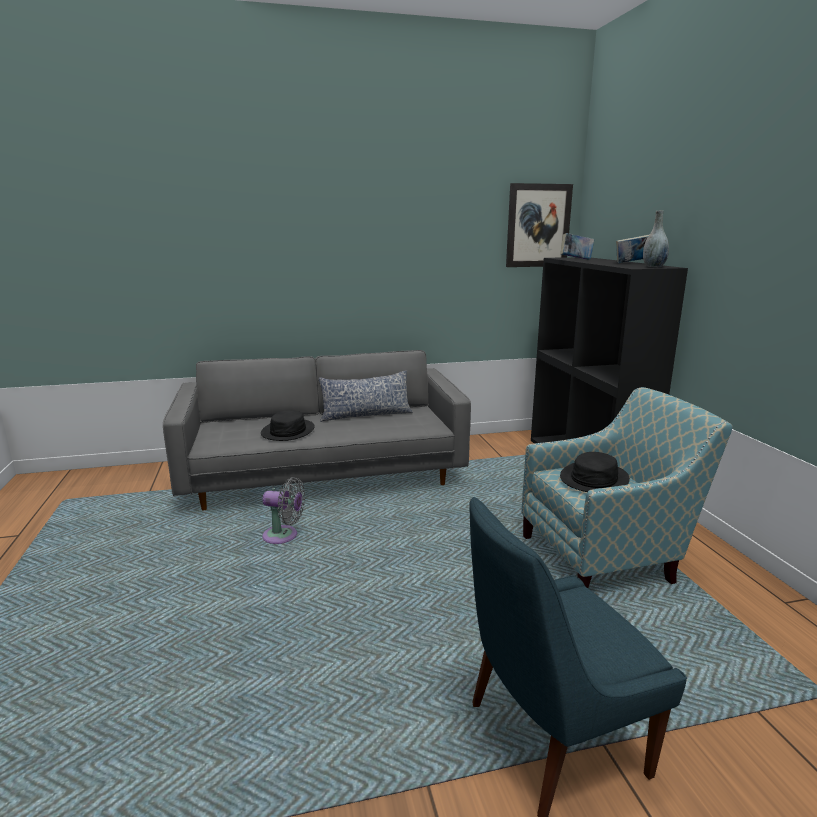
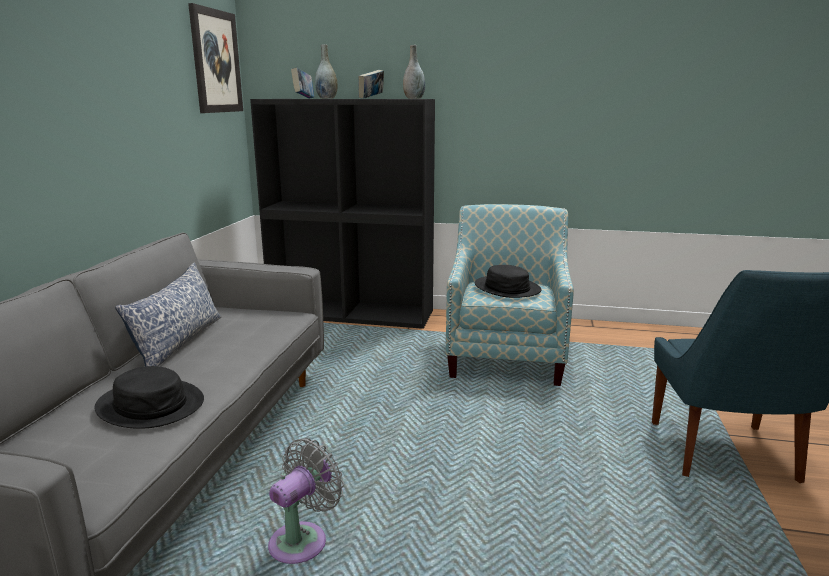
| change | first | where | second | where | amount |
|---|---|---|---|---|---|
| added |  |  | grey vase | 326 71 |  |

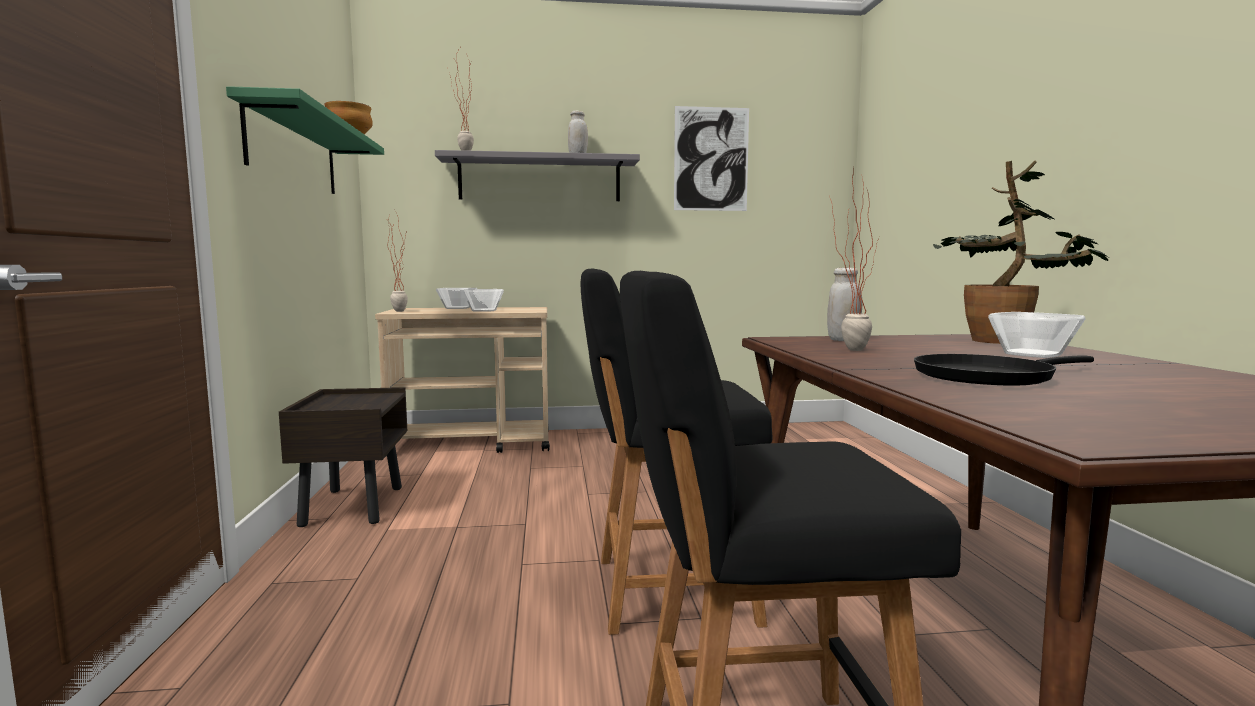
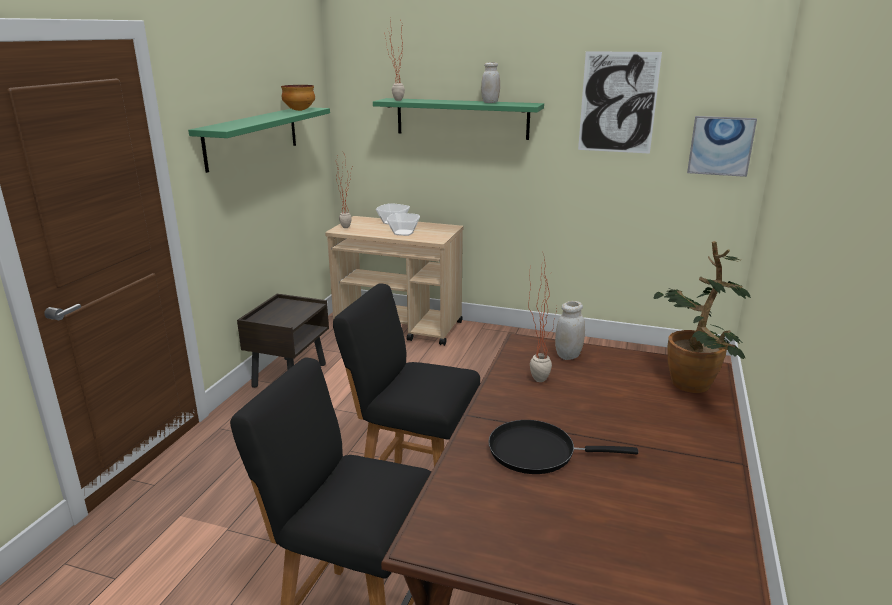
| change | first | where | second | where | amount |
|---|---|---|---|---|---|
| recoloured | grey shelf | 537 175 | green shelf | 458 119 |  |
| removed | bowl | 1036 335 |  |  |  |
| added |  |  | picture | 722 146 |  |

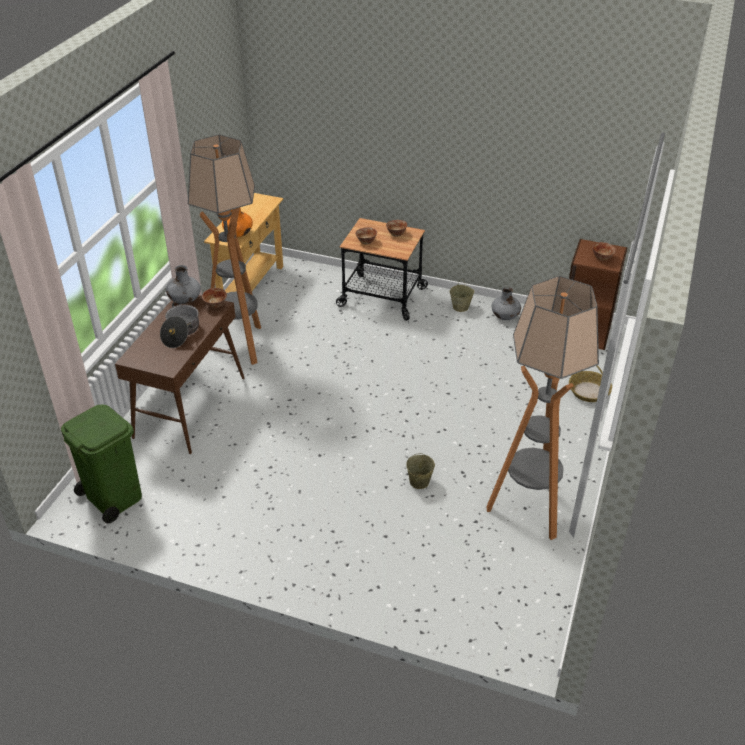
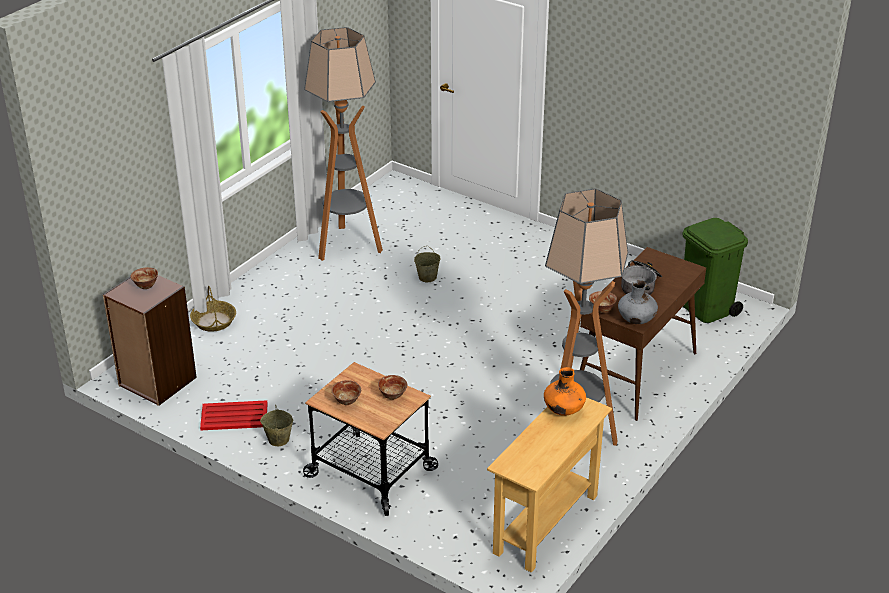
| change | first | where | second | where | amount |
|---|---|---|---|---|---|
| replaced | grey vase | 506 303 | red tray | 233 415 |  |

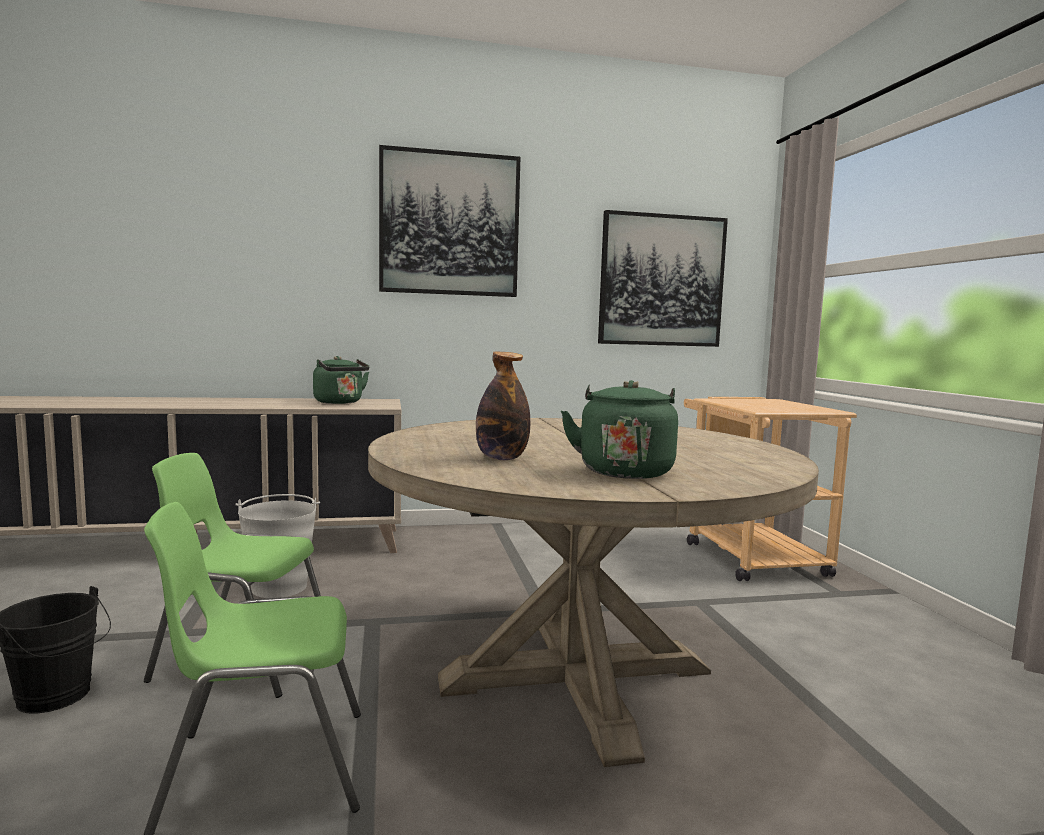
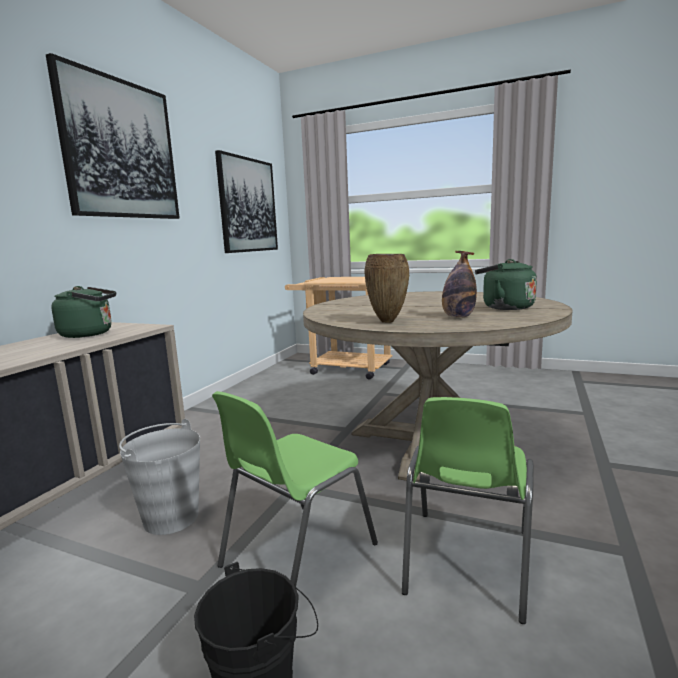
| change | first | where | second | where | amount |
|---|---|---|---|---|---|
| added |  |  | brown vase | 386 288 |  |

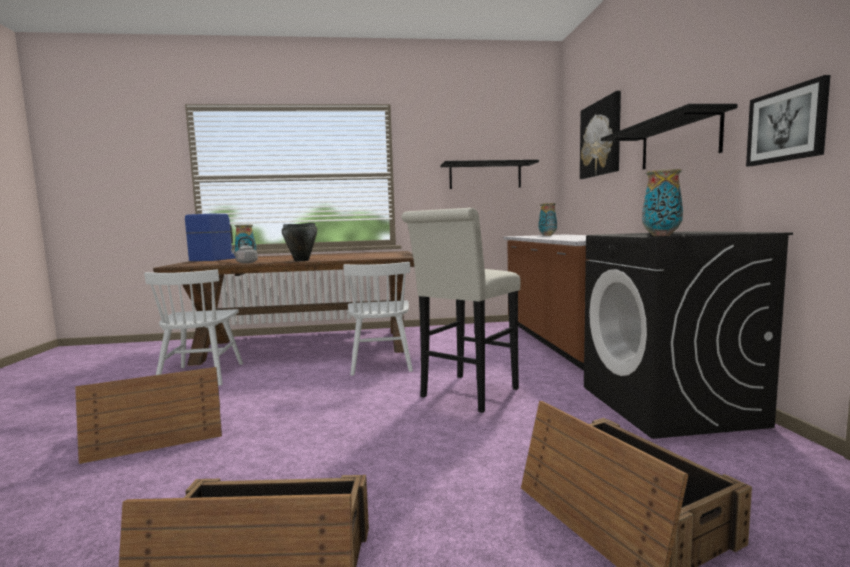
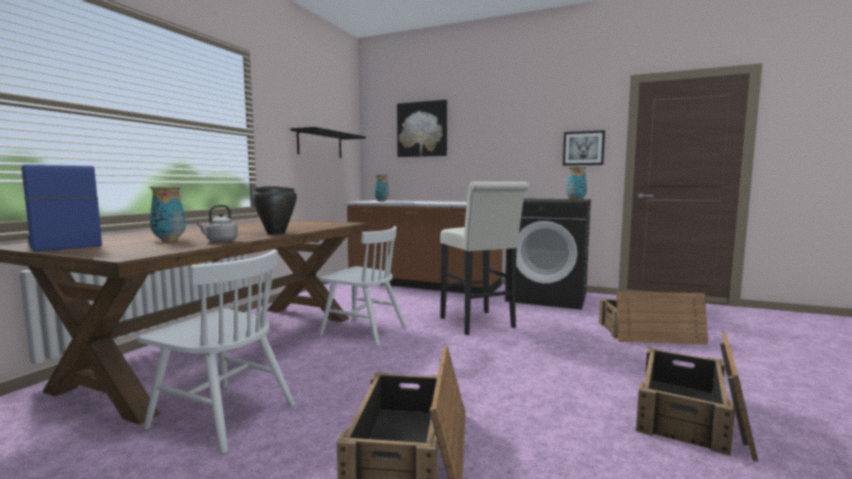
| change | first | where | second | where | amount |
|---|---|---|---|---|---|
| removed | black shelf | 669 136 |  |  |  |

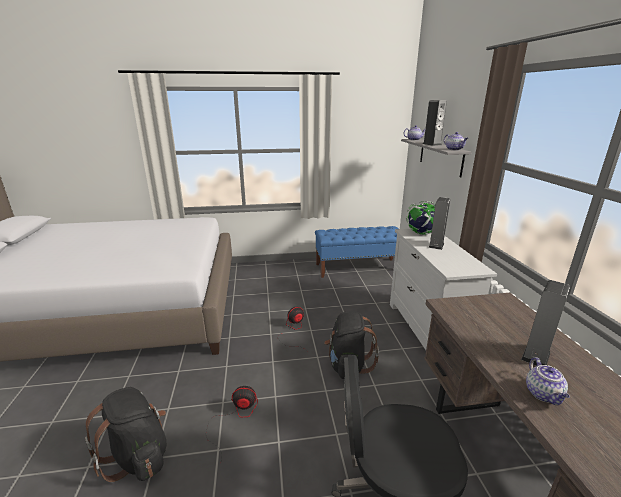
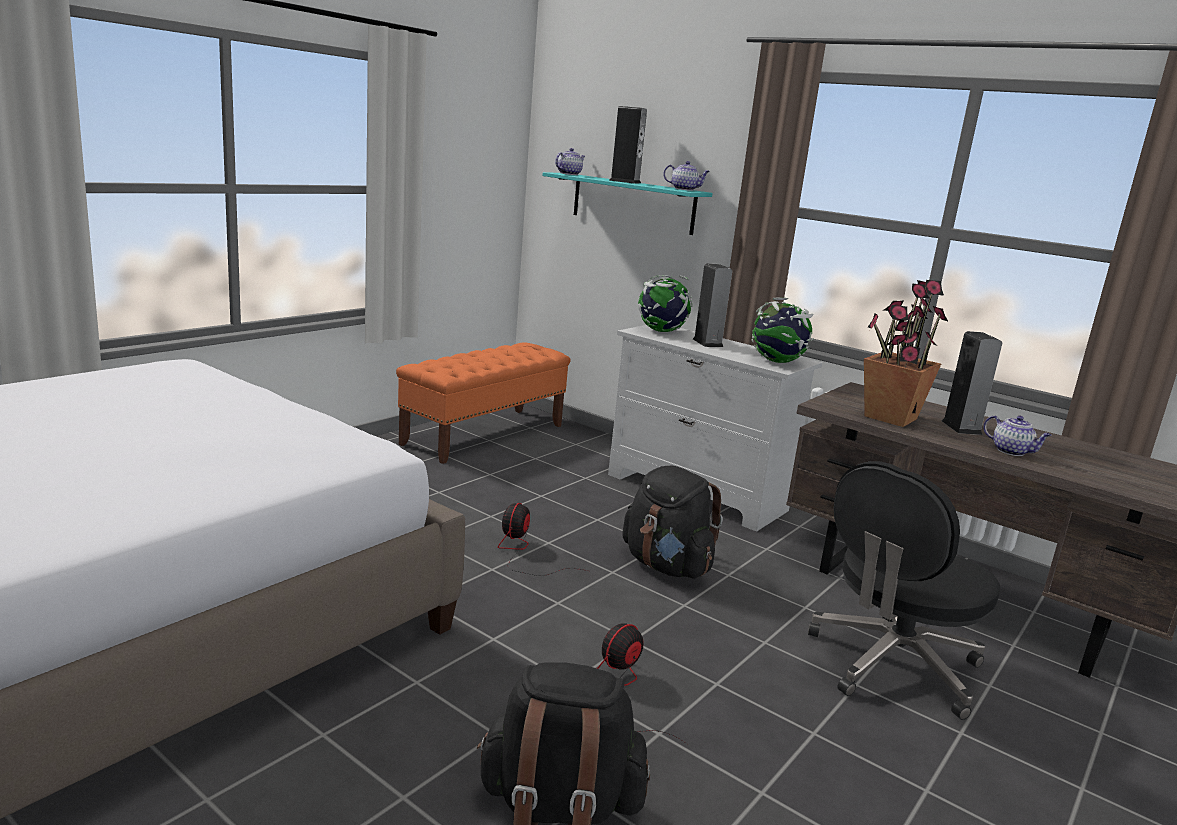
| change | first | where | second | where | amount |
|---|---|---|---|---|---|
| recoloured | blue bench | 357 252 | orange bench | 483 403 |  |
| recoloured | grey shelf | 436 158 | turquoise shelf | 627 203 |  |
| added |  |  | globe | 783 330 |  |
| added |  |  | potted plant | 906 353 |  |

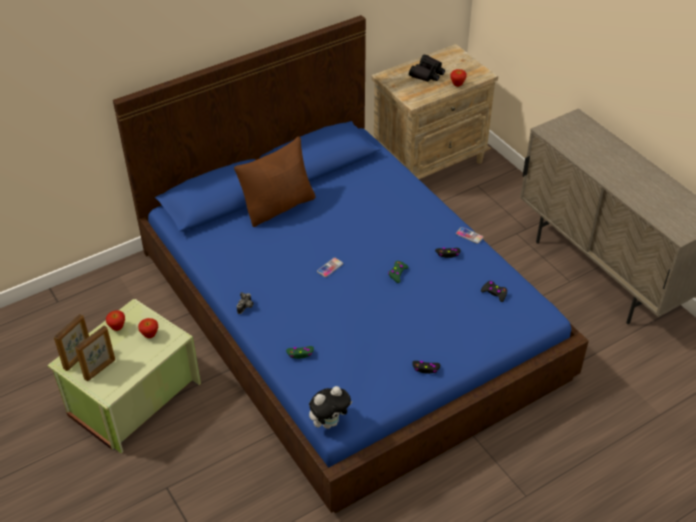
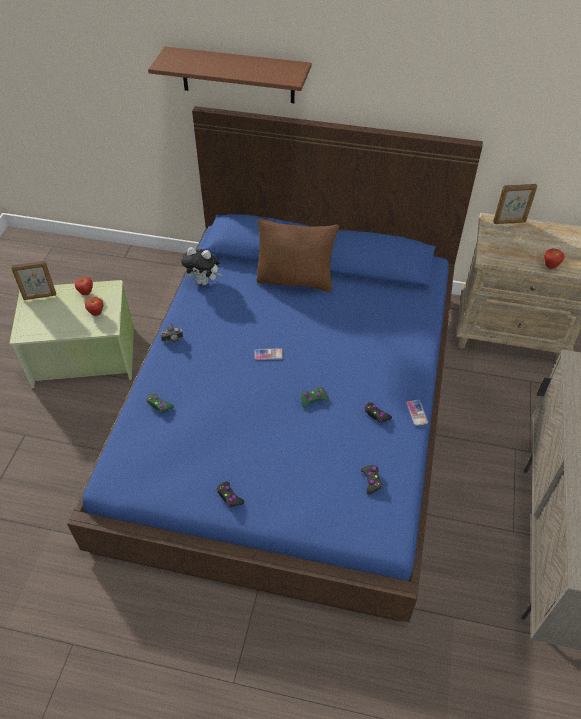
| change | first | where | second | where | amount |
|---|---|---|---|---|---|
| moved | picture frame | 95 353 |  | 515 204 |  |
| moved | plush toy | 330 407 |  | 201 266 |  |
| removed | black binoculars | 427 68 |  |  |  |
| added |  |  | brown shelf | 229 74 |  |

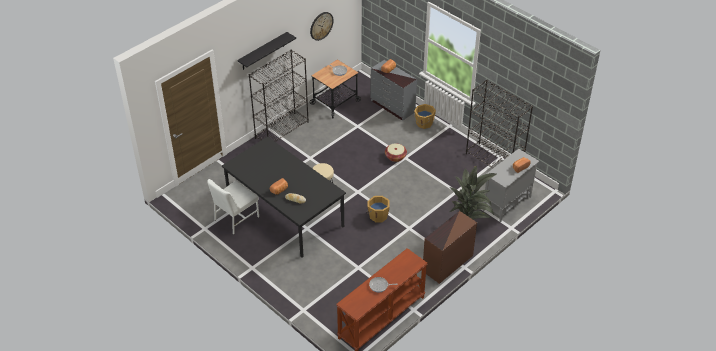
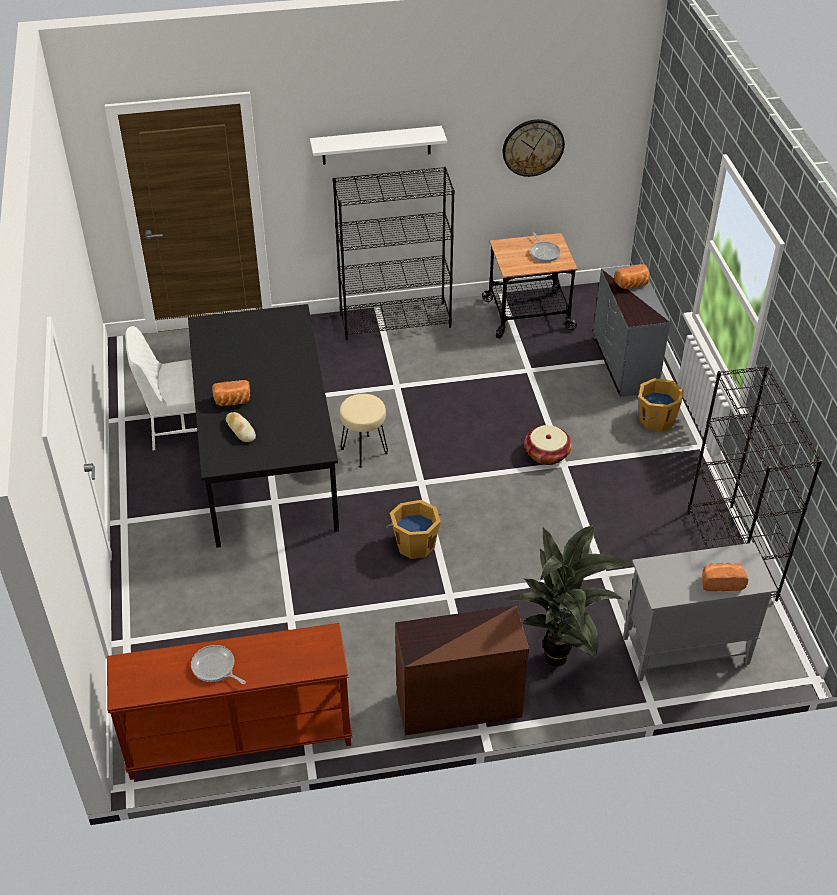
| change | first | where | second | where | amount |
|---|---|---|---|---|---|
| recoloured | black shelf | 266 51 | white shelf | 378 145 |  |

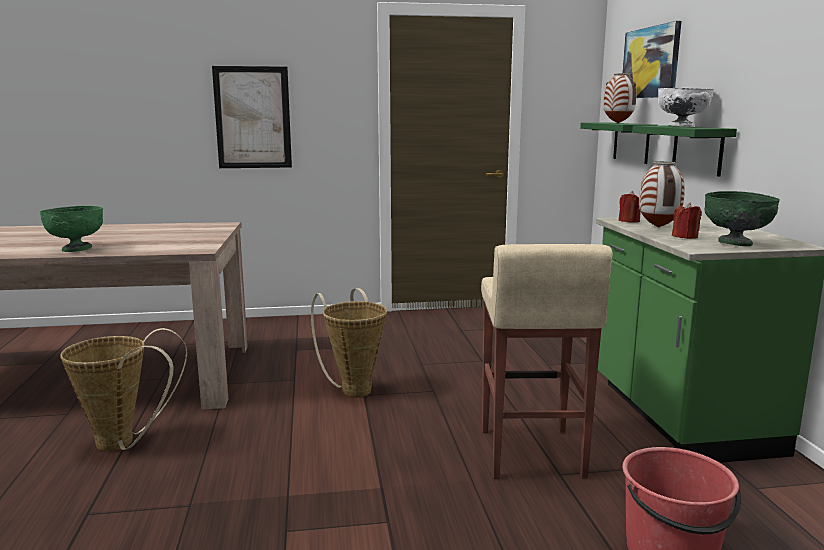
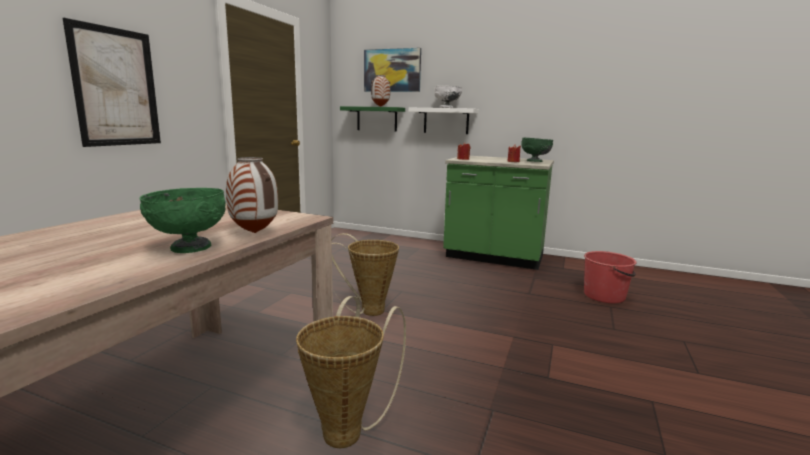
| change | first | where | second | where | amount |
|---|---|---|---|---|---|
| removed | beige stool | 547 361 |  |  |  |
| recoloured | green shelf | 684 151 | white shelf | 444 121 |  |
| moved | vase | 662 194 |  | 252 195 |  |

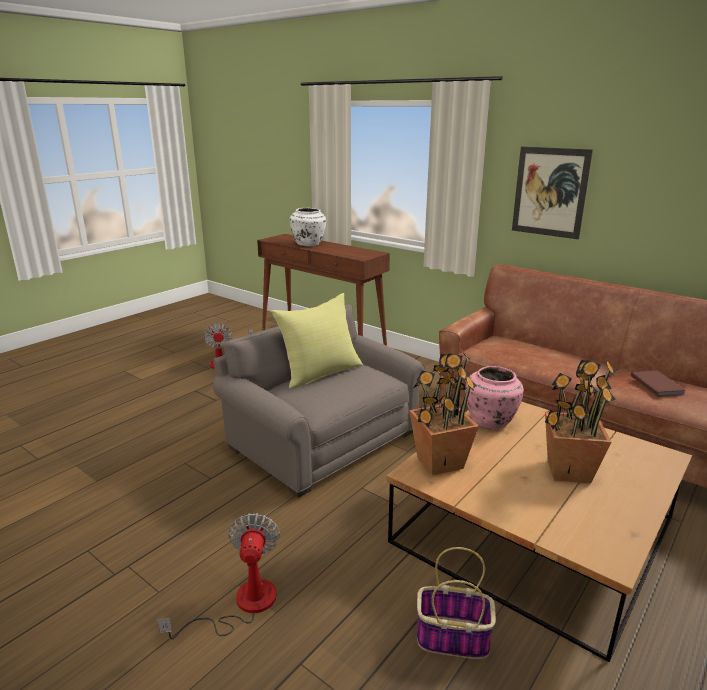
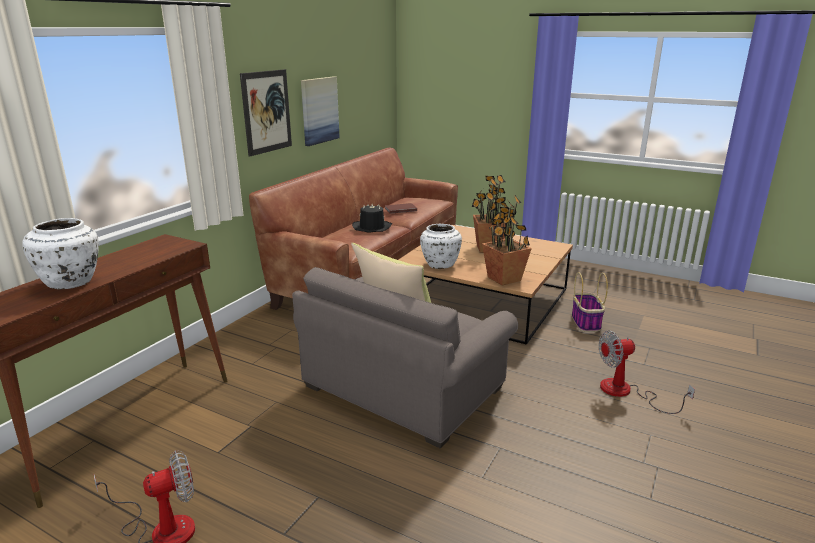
| change | first | where | second | where | amount |
|---|---|---|---|---|---|
| recoloured | pink vase | 494 397 | white vase | 441 246 |  |
| added |  |  | picture | 320 111 |  |
| added |  |  | black hat | 372 218 |  |

